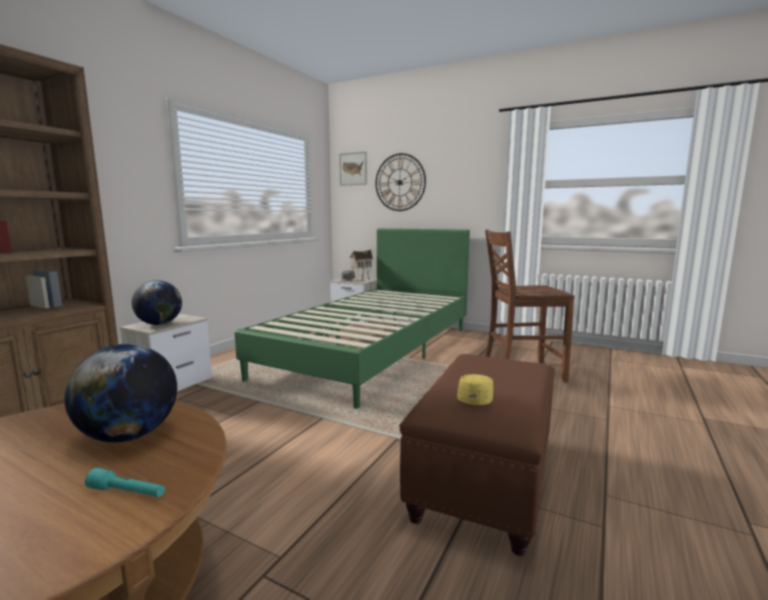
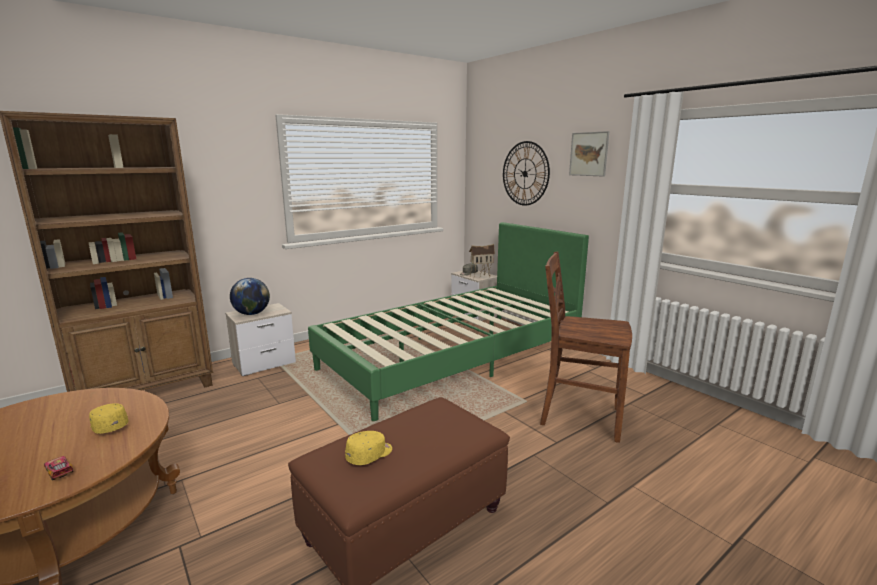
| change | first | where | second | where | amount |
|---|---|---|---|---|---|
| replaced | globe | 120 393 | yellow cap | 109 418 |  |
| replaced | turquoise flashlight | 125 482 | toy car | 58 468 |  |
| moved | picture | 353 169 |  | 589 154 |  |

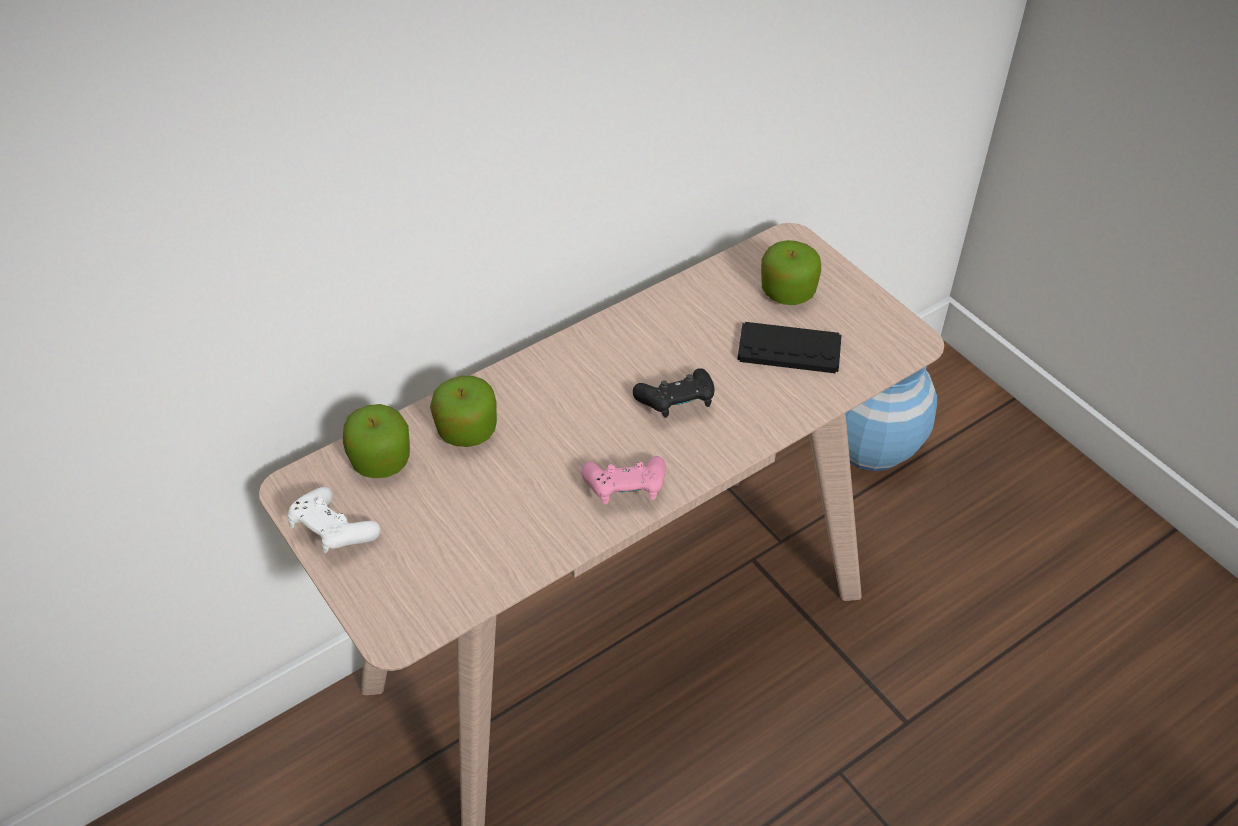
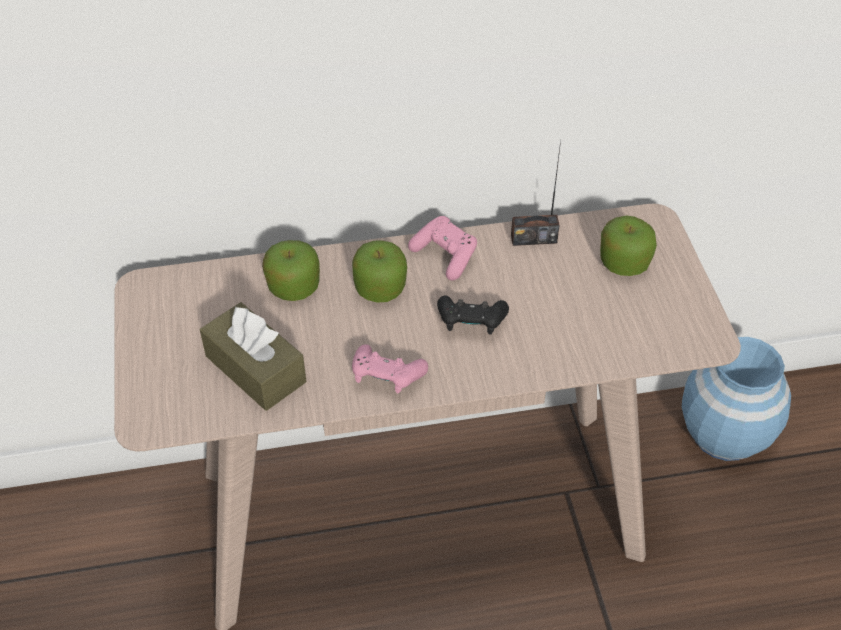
| change | first | where | second | where | amount |
|---|---|---|---|---|---|
| removed | white game controller | 334 520 |  |  |  |
| moved | apple | 376 441 |  | 379 271 |  |
| removed | black game controller | 789 347 |  |  |  |
| added |  |  | brown tissue box | 253 356 |  |
| added |  |  | pink game controller | 442 248 |  |
| added |  |  | radio | 536 193 |  |

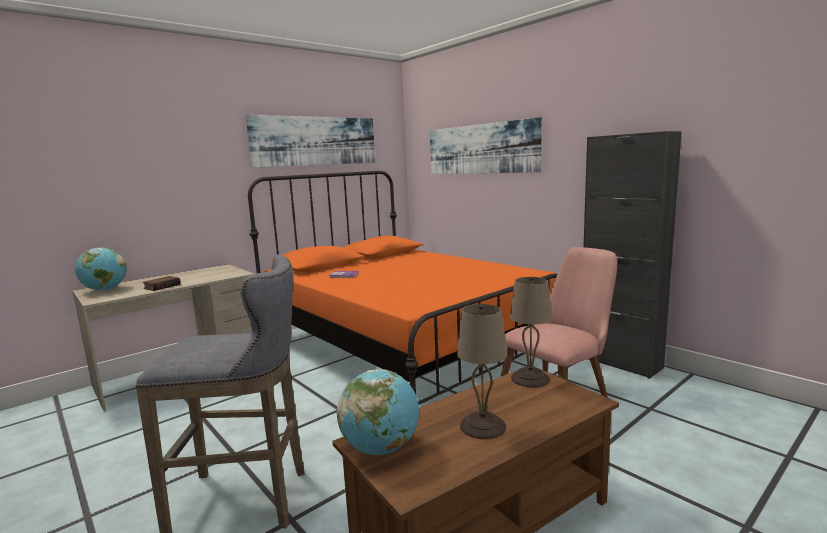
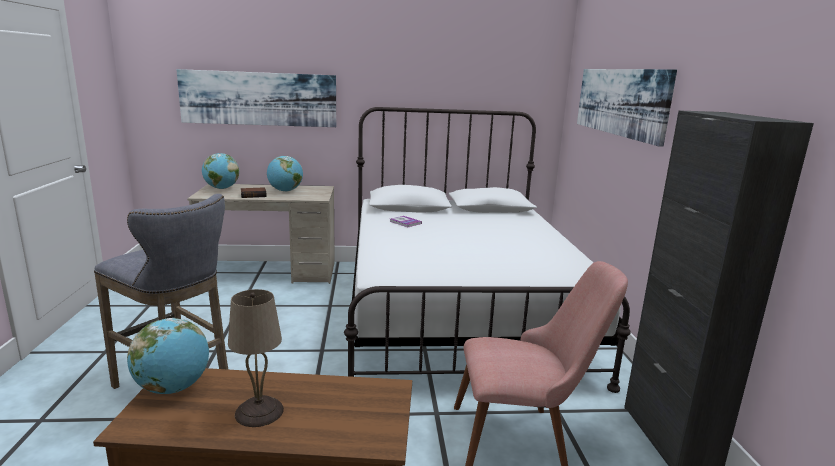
| change | first | where | second | where | amount |
|---|---|---|---|---|---|
| moved | picture | 310 141 |  | 256 98 |  |
| recoloured | orange bed | 402 287 | white bed | 487 250 |  |
| removed | beige table lamp | 531 332 |  |  |  |
| added |  |  | globe | 285 174 |  |

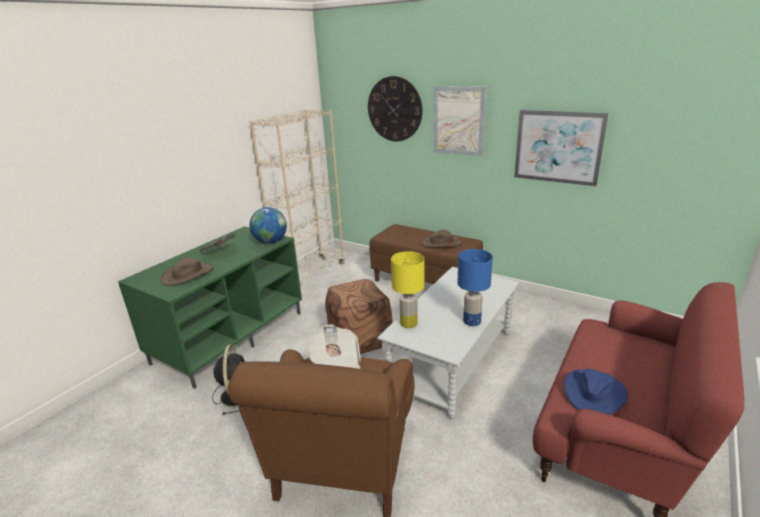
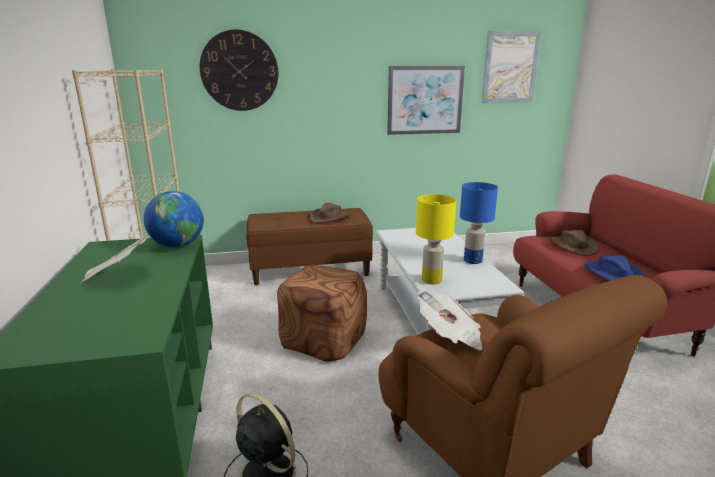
| change | first | where | second | where | amount |
|---|---|---|---|---|---|
| moved | brown hat | 187 271 |  | 574 243 |  |
| moved | picture | 460 121 |  | 511 67 |  |

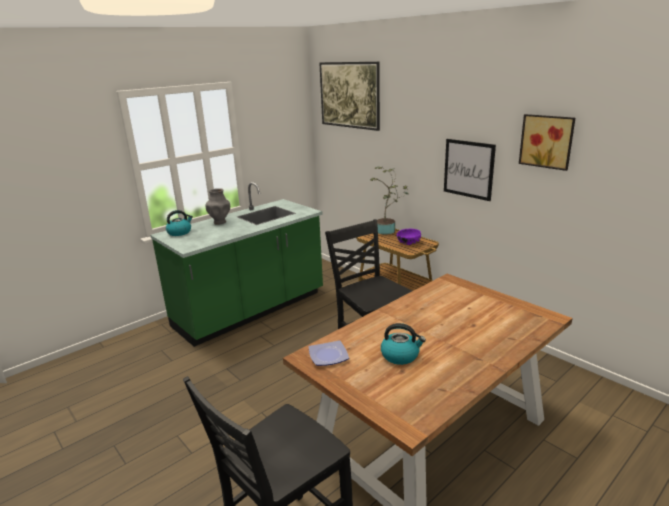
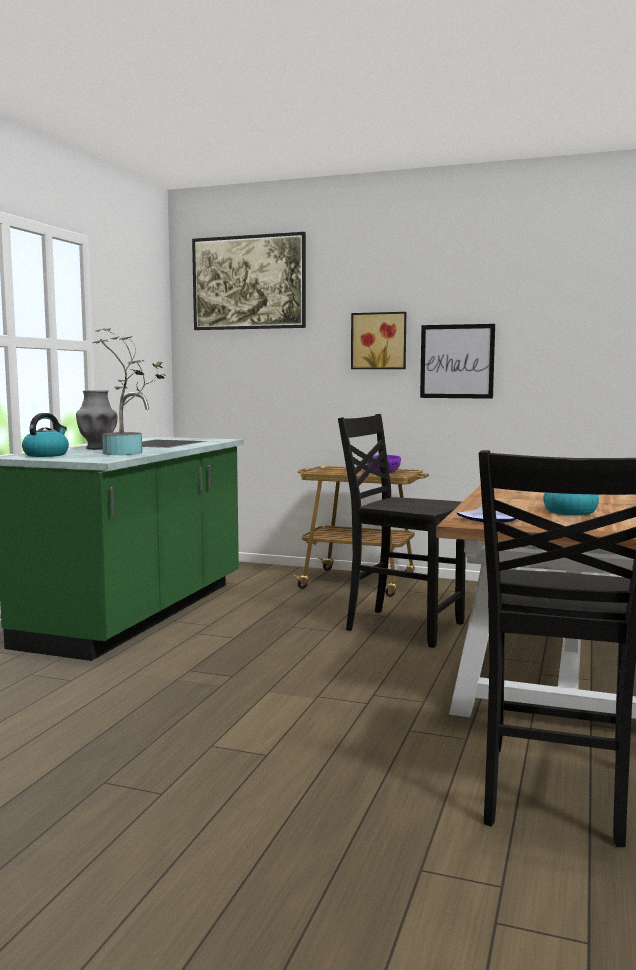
| change | first | where | second | where | amount |
|---|---|---|---|---|---|
| moved | potted plant | 389 201 |  | 129 391 |  |
| moved | picture | 547 142 |  | 378 340 |  |

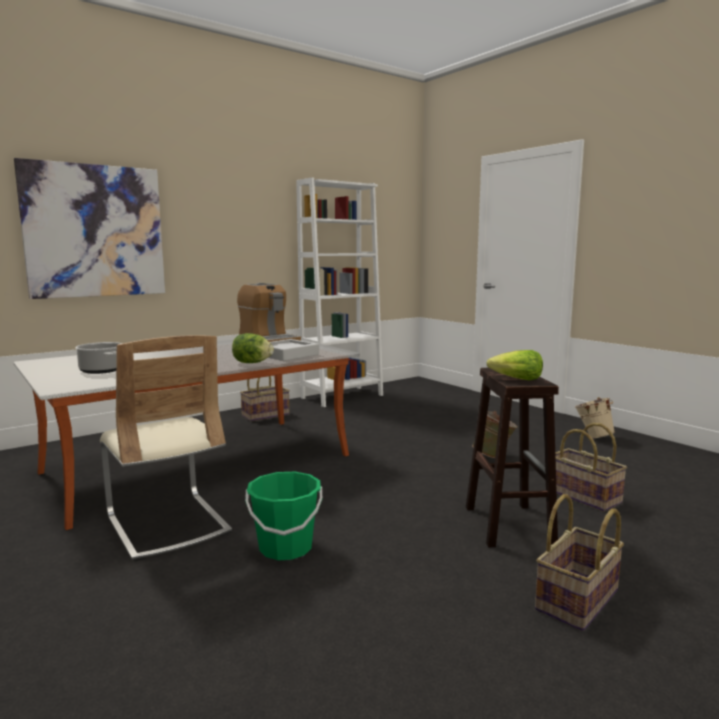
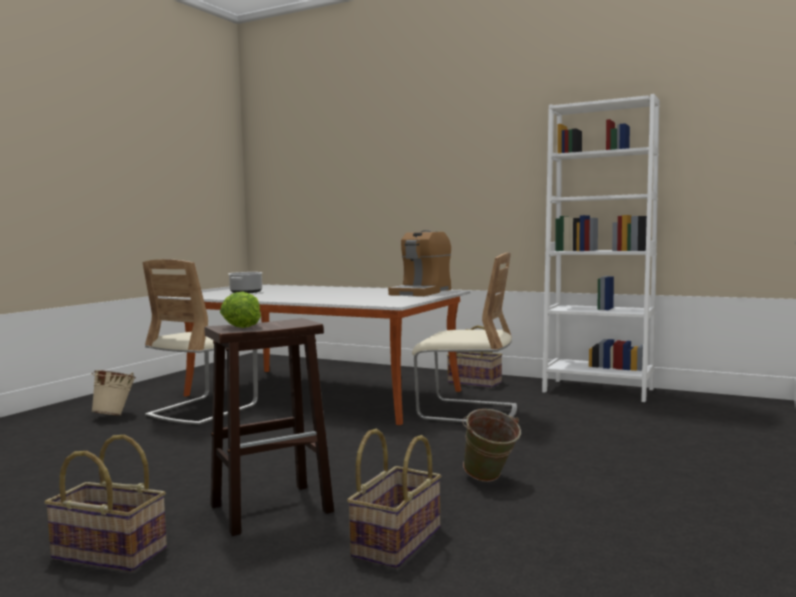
| change | first | where | second | where | amount |
|---|---|---|---|---|---|
| removed | picture | 89 228 |  |  |  |
| removed | lettuce | 253 348 |  |  |  |
| removed | green bucket | 283 516 |  |  |  |
| removed | grey tray | 294 350 |  |  |  |
| moved | beige bucket | 595 417 |  | 113 393 |  |
| added |  |  | beige chair | 464 338 |  |

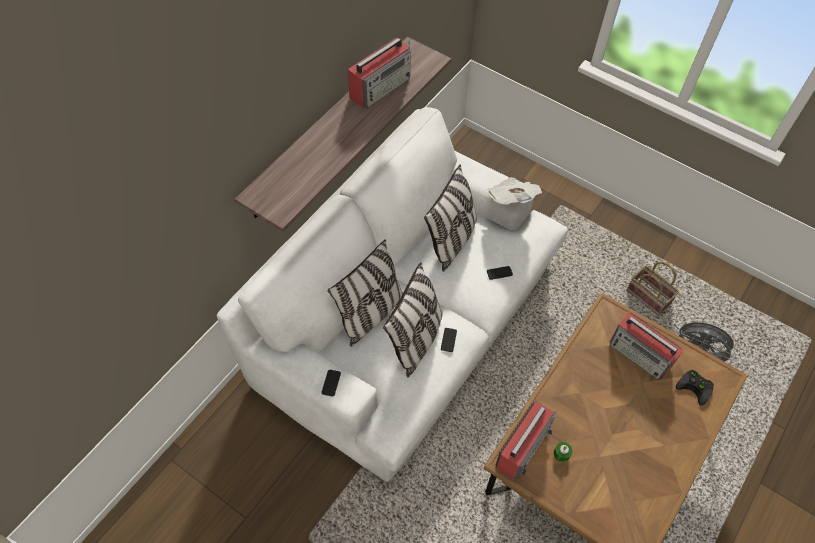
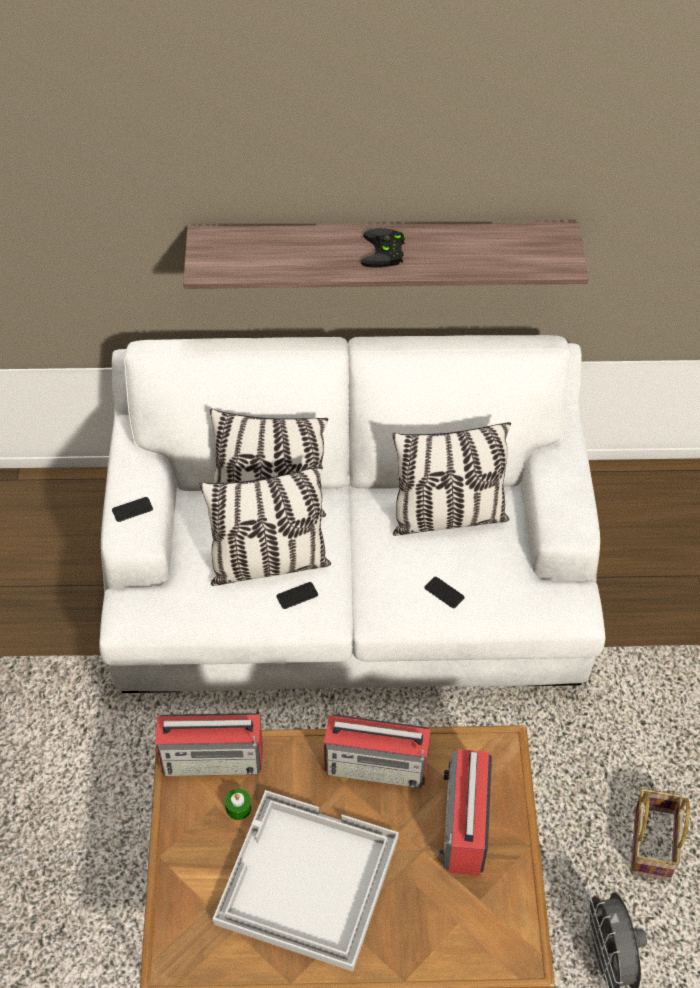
| change | first | where | second | where | amount |
|---|---|---|---|---|---|
| moved | radio | 379 73 |  | 377 751 |  |
| removed | newspaper | 514 191 |  |  |  |
| moved | black game controller | 695 388 |  | 383 248 |  |
| added |  |  | white tray | 306 881 |  |

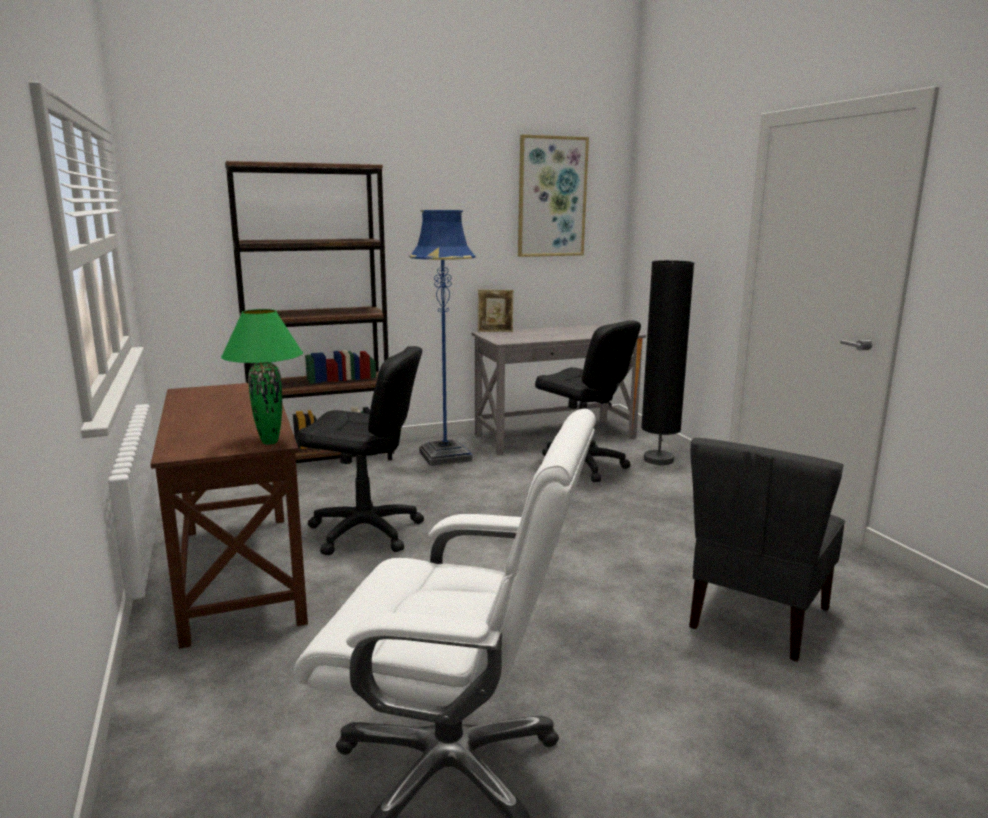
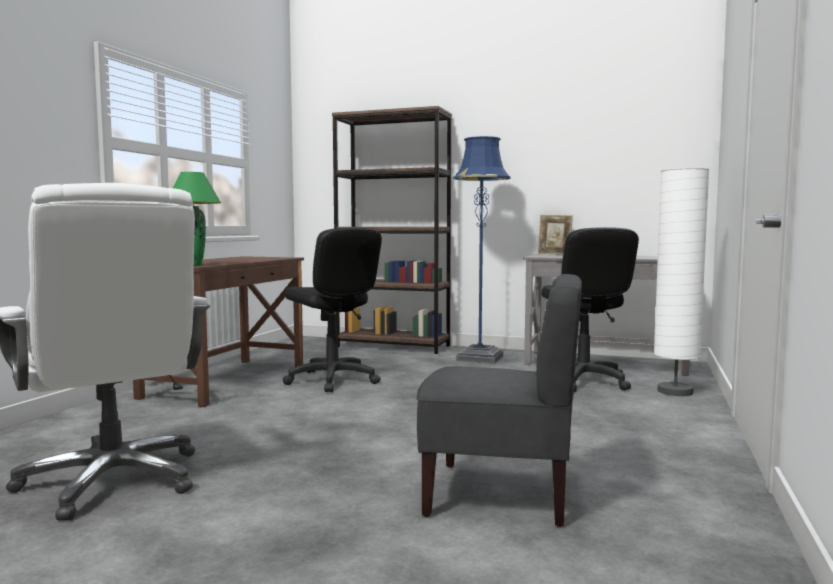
| change | first | where | second | where | amount |
|---|---|---|---|---|---|
| removed | picture | 553 195 |  |  |  |
| recoloured | black floor lamp | 667 362 | white floor lamp | 681 282 |  |
| turned | grey chair | 767 549 |  | 499 400 | 150 degrees counterclockwise |

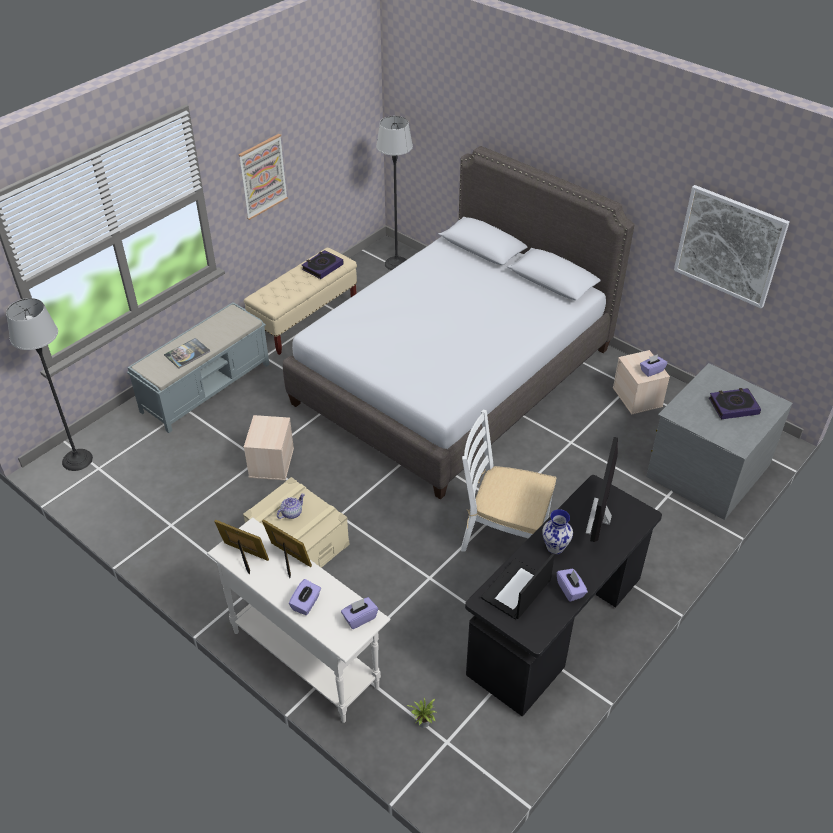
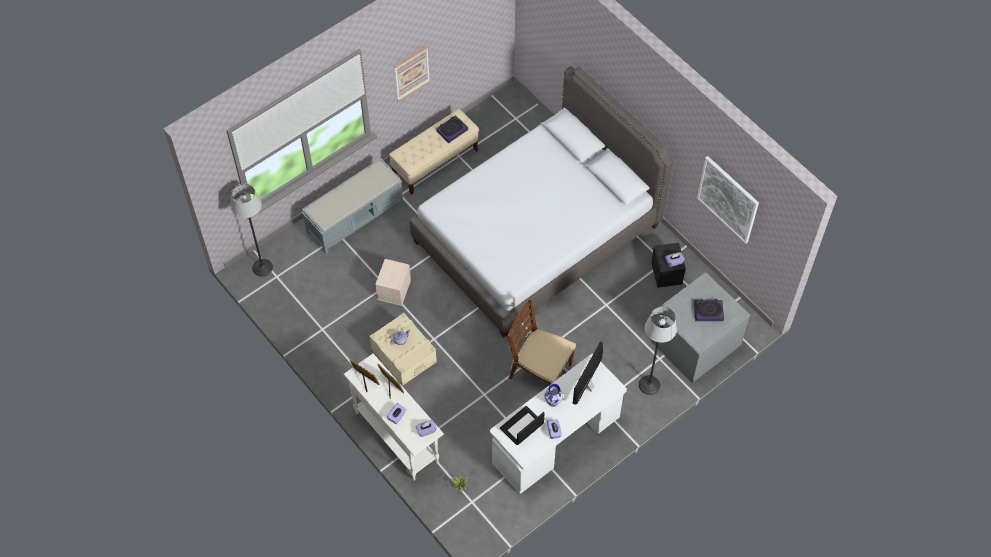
| change | first | where | second | where | amount |
|---|---|---|---|---|---|
| removed | book | 187 353 |  |  |  |
| moved | floor lamp | 394 193 |  | 658 350 |  |
| recoloured | white chair | 509 480 | brown chair | 541 341 |  |
| recoloured | black desk | 563 596 | white desk | 558 424 |  |
| recoloured | beige storage box | 641 382 | black storage box | 668 265 |  |

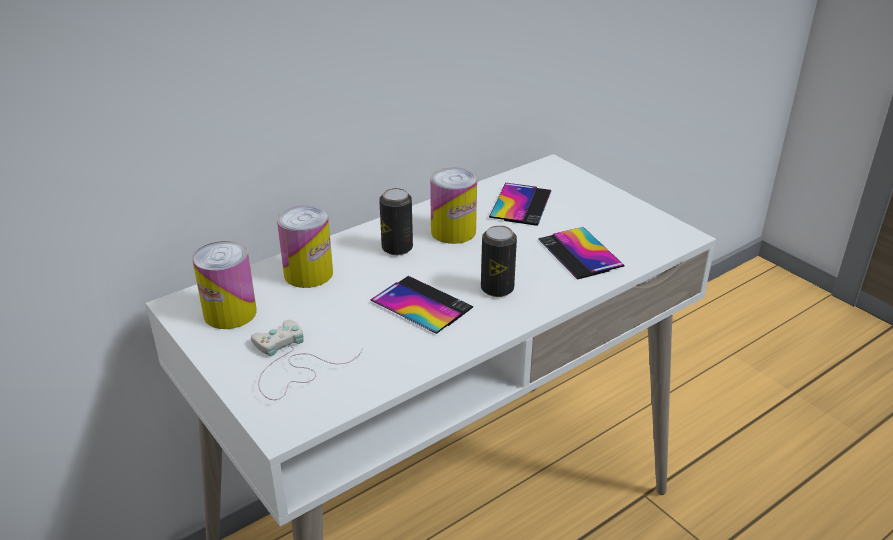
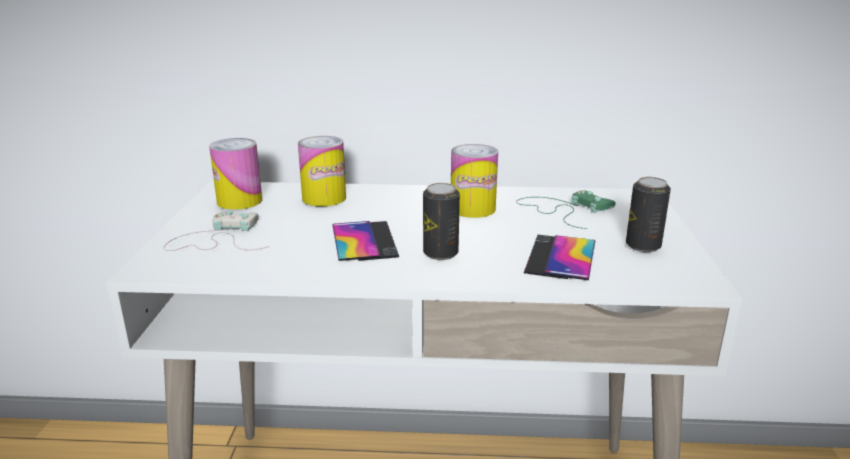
| change | first | where | second | where | amount |
|---|---|---|---|---|---|
| moved | can | 396 221 |  | 648 214 |  |
| replaced | phone | 520 204 | green game controller | 566 210 |  |

